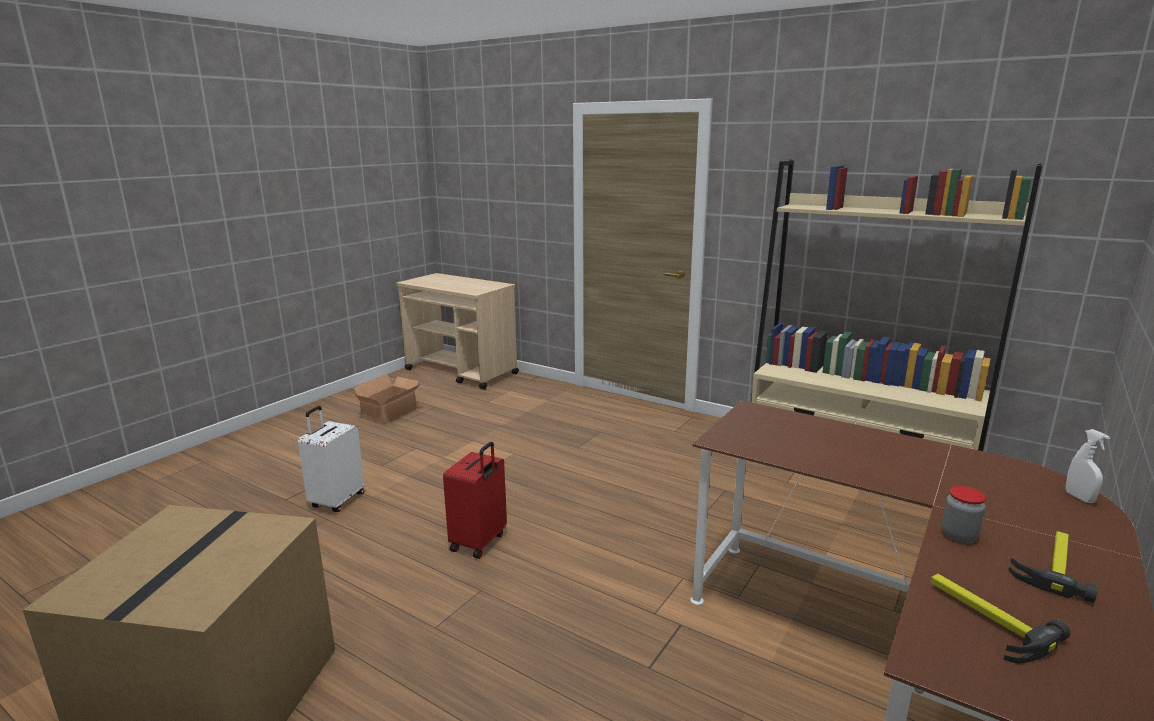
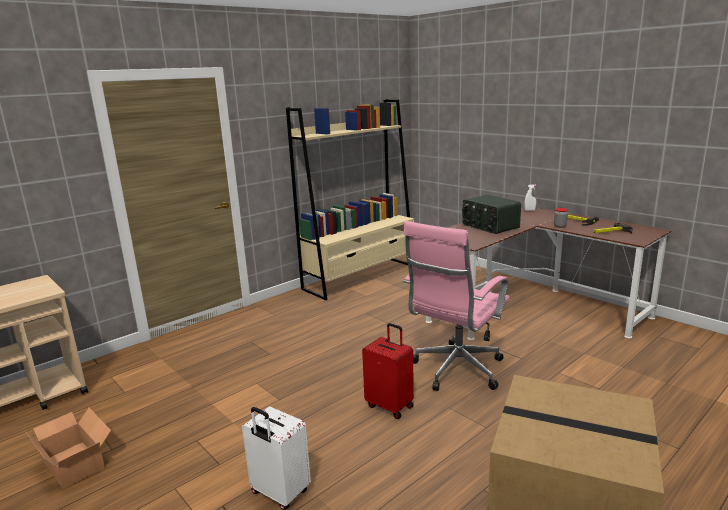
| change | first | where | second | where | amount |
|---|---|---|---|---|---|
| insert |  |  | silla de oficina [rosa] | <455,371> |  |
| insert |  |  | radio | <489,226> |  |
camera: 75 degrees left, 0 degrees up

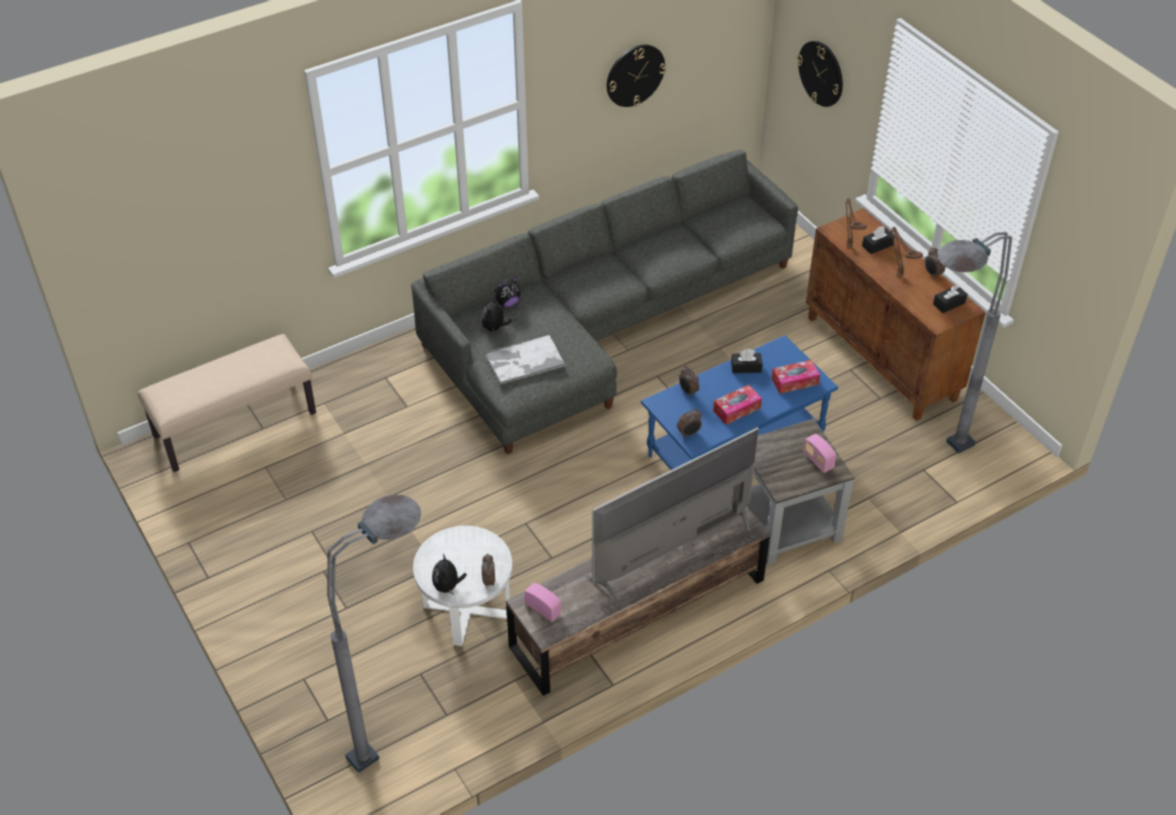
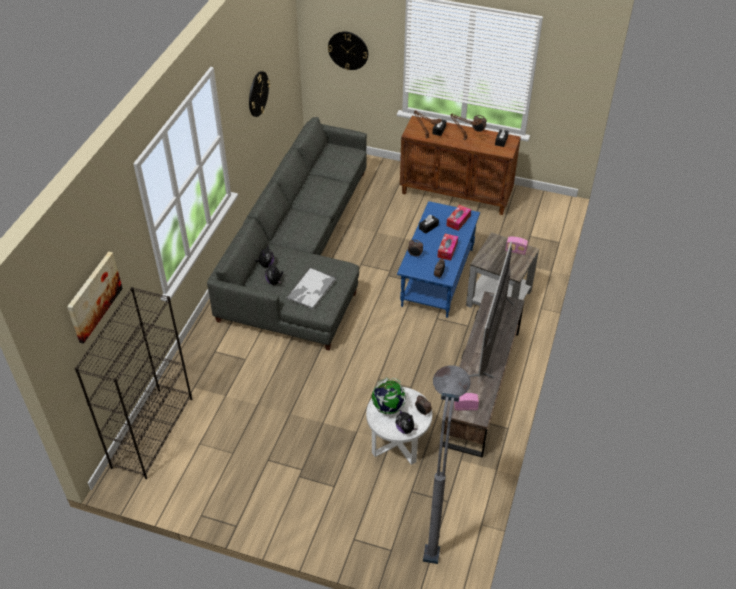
| change | first | where | second | where | amount |
|---|---|---|---|---|---|
| replace | banco [beis] | <235,424> | estantería [negro] | <152,431> |  |
| delete | lámpara de pie [gris] | <926,459> |  |  |  |
| insert |  |  | cuadro | <93,296> |  |
| insert |  |  | globo terráqueo | <388,407> |  |
camera: 40 degrees left, 0 degrees up

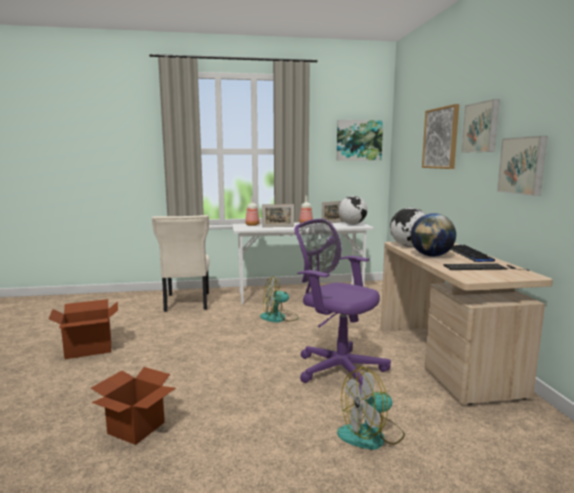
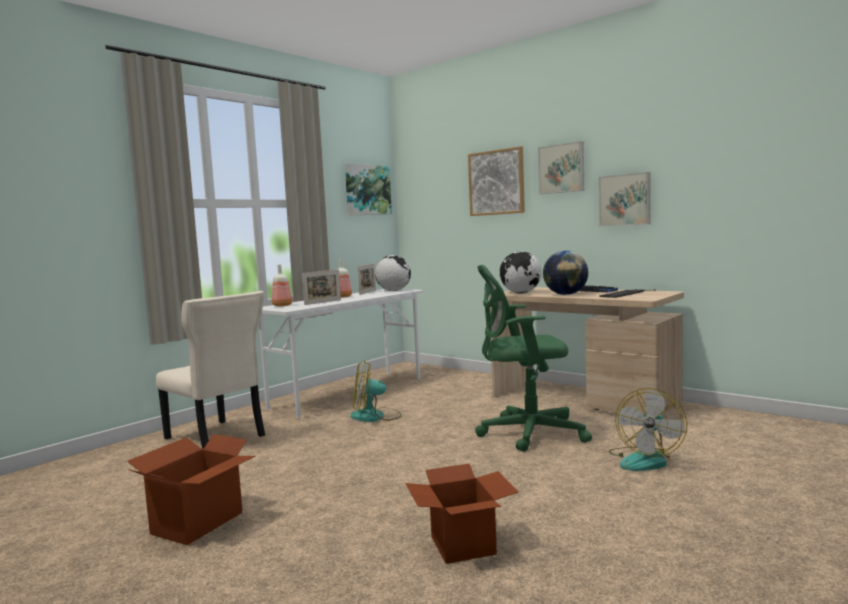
| change | first | where | second | where | amount |
|---|---|---|---|---|---|
| rotate | ventilador | <279,317> |  | <375,416> | 45 degrees clockwise |
| recolor | silla de oficina [morado] | <337,369> | silla de oficina [verde] | <526,433> |  |
camera: 40 degrees left, 5 degrees down

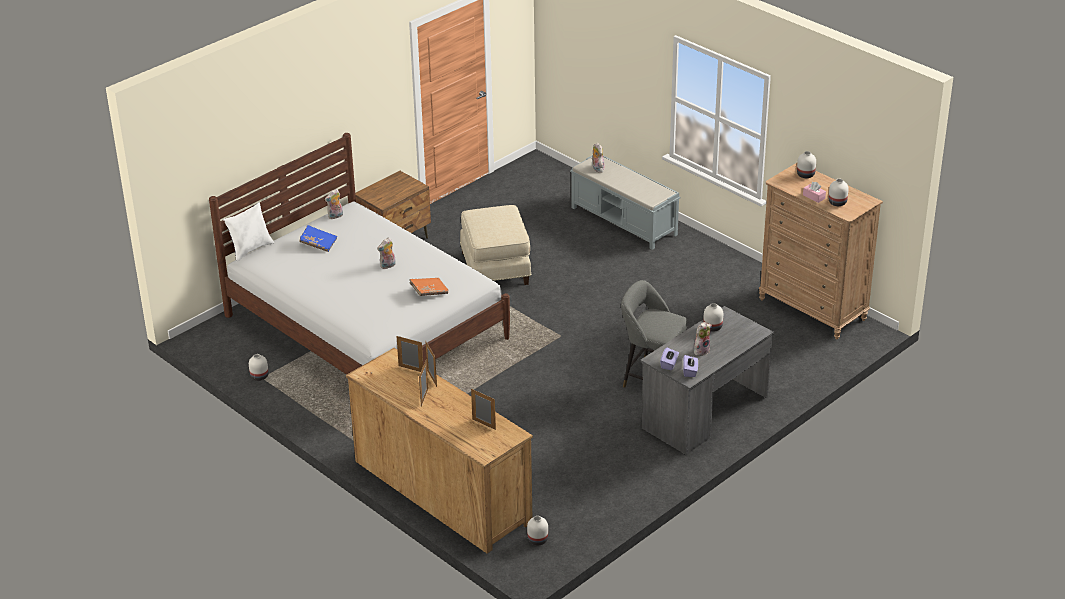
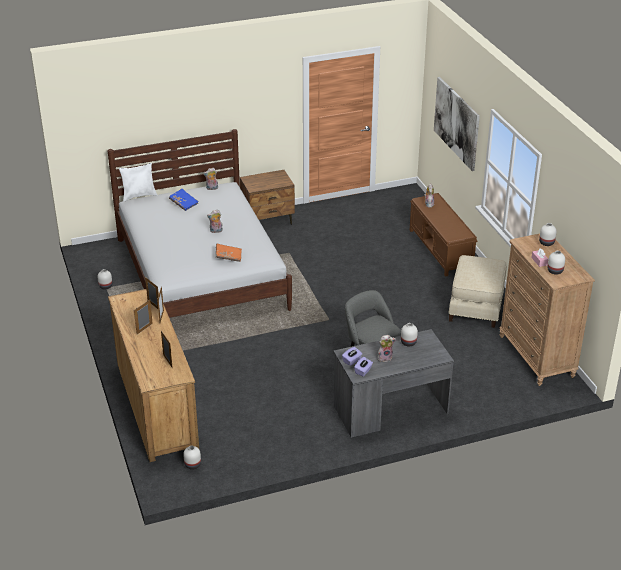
| change | first | where | second | where | amount |
|---|---|---|---|---|---|
| move | puf [beis] | <496,268> |  | <476,307> |  |
| recolor | banco [gris] | <624,221> | banco [marrón] | <440,250> |  |
| insert |  |  | cuadro | <456,123> |  |
camera: 25 degrees right, 0 degrees up

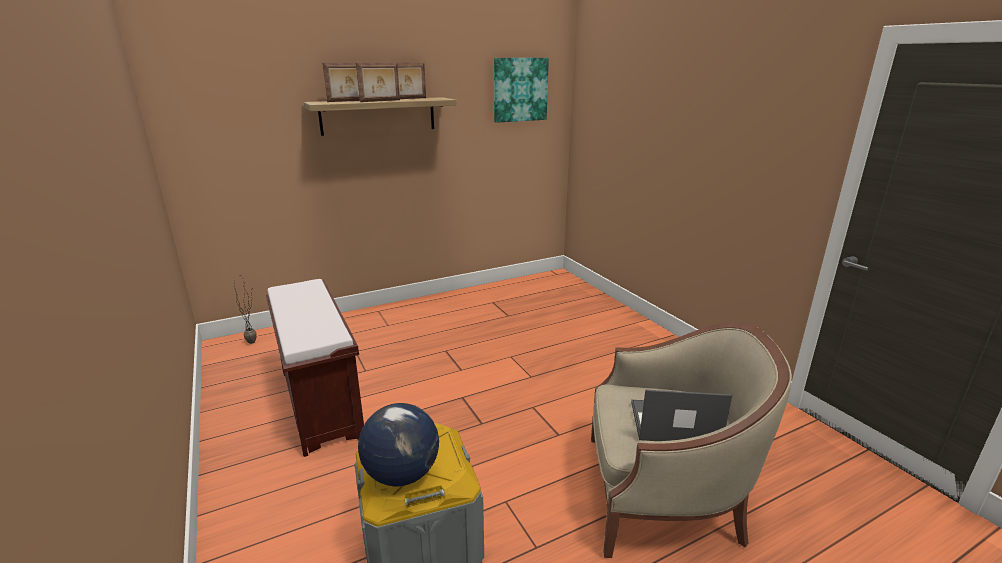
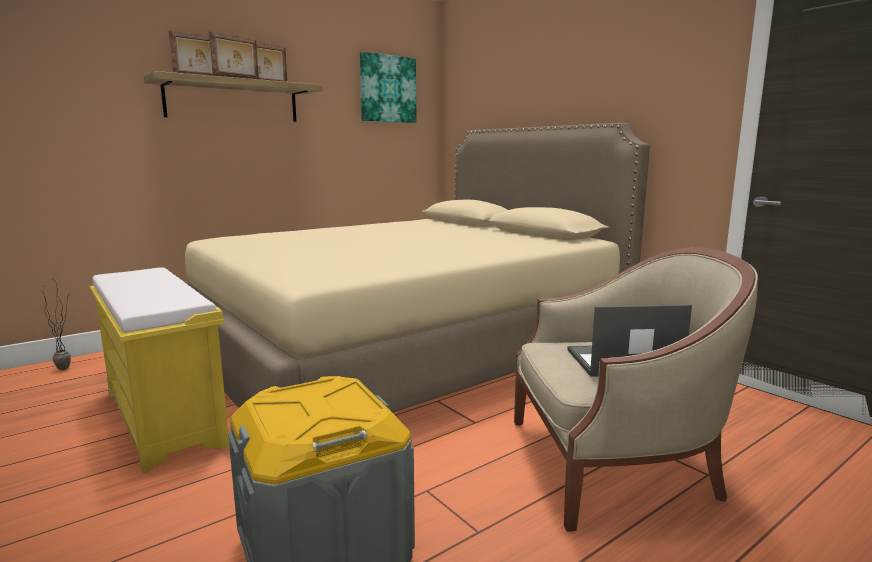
| change | first | where | second | where | amount |
|---|---|---|---|---|---|
| recolor | banco [marrón] | <322,403> | banco [amarillo] | <165,418> |  |
| delete | globo terráqueo | <402,474> |  |  |  |
| insert |  |  | cama [beis] | <407,354> |  |
camera: 10 degrees left, 10 degrees down

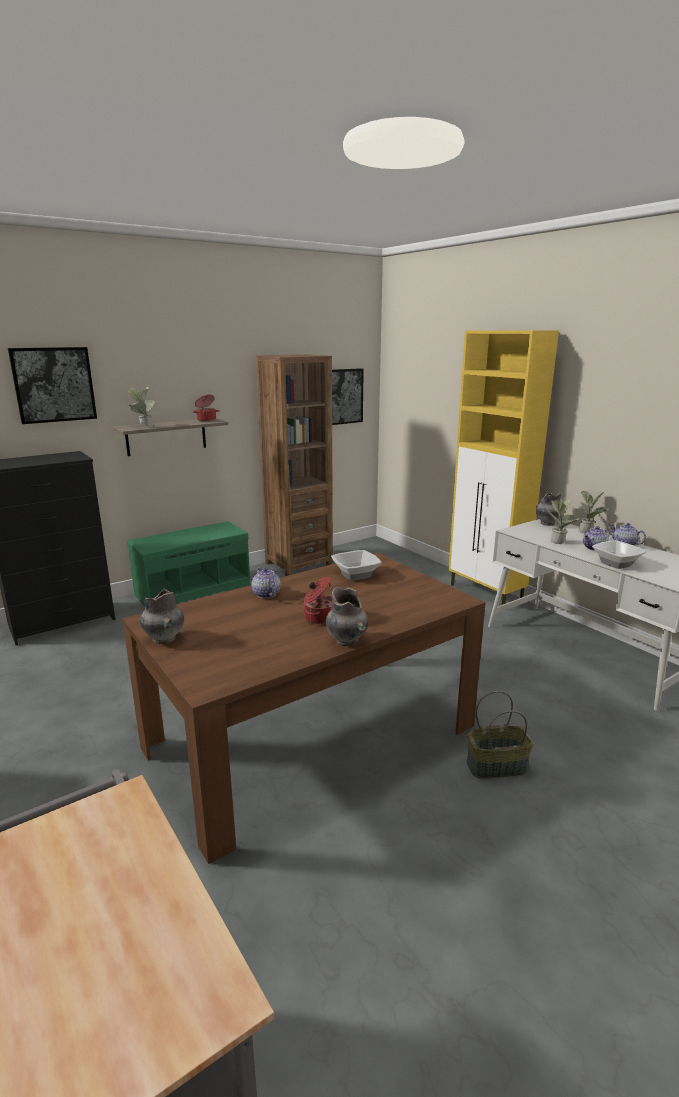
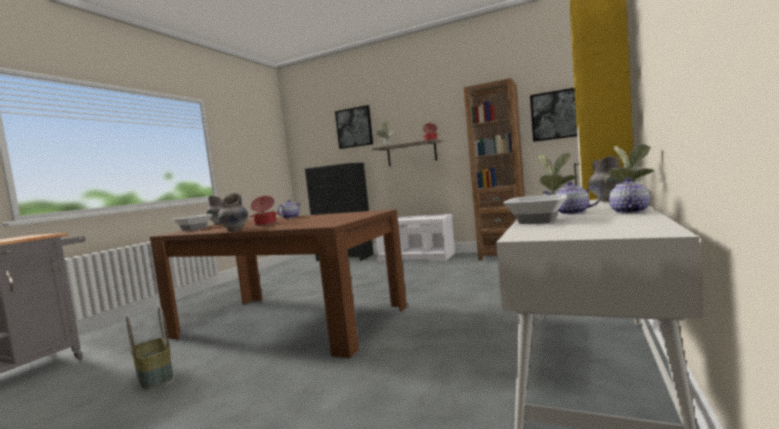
| change | first | where | second | where | amount |
|---|---|---|---|---|---|
| recolor | banco [verde] | <194,590> | banco [blanco] | <417,257> |  |
| move | cuenco | <355,574> |  | <194,229> |  |
| move | cesta | <497,765> |  | <156,376> |  |
camera: 60 degrees right, 15 degrees down

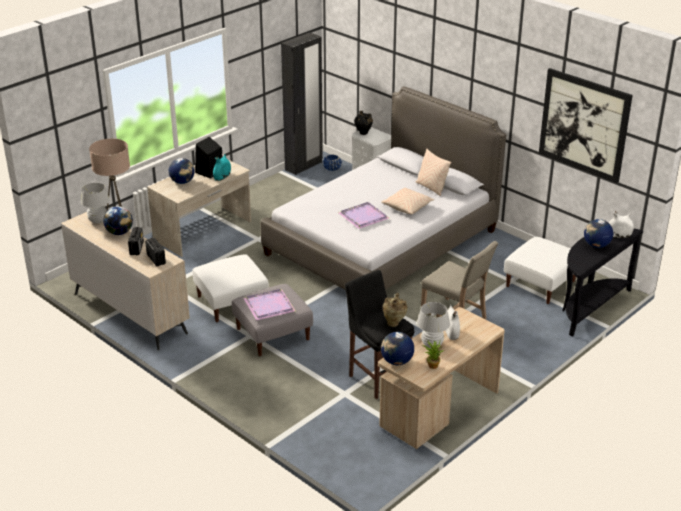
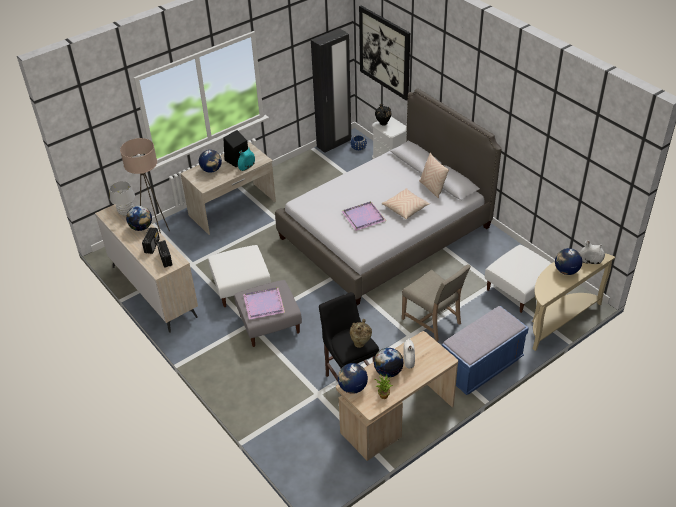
| change | first | where | second | where | amount |
|---|---|---|---|---|---|
| replace | lámpara de mesa [blanco] | <432,345> | globo terráqueo | <388,371> |  |
| move | cuadro | <584,125> |  | <384,52> |  |
| recolor | mesa consola [negro] | <589,307> | mesa consola [beis] | <558,319> |  |
| insert |  |  | banco [azul] | <481,367> |  |
camera: 10 degrees right, 10 degrees up

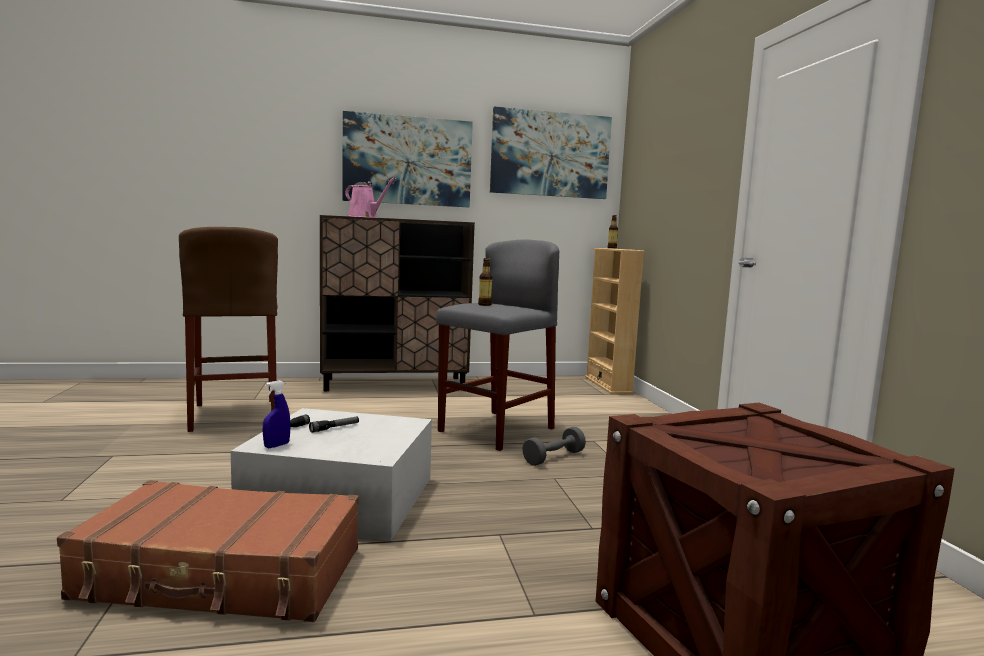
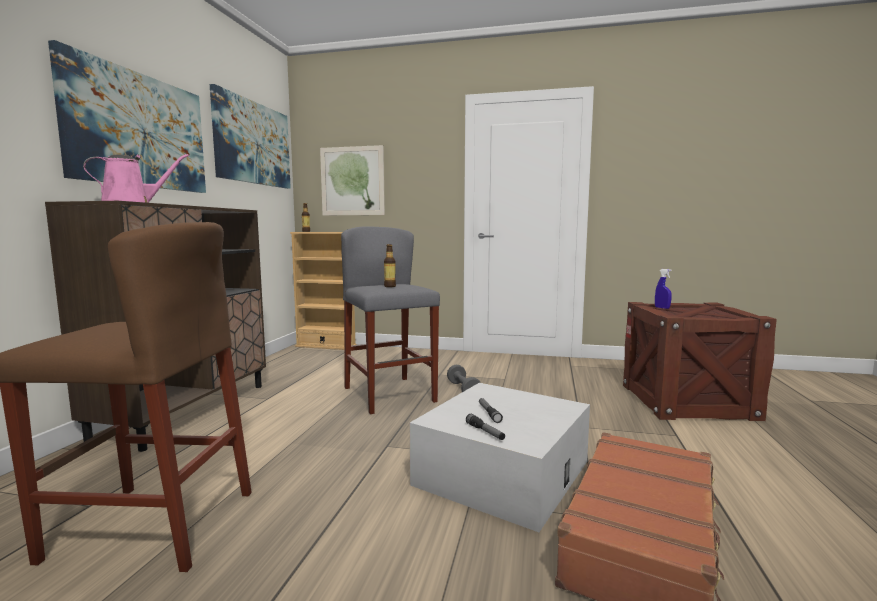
| change | first | where | second | where | amount |
|---|---|---|---|---|---|
| move | pulverizador [azul] | <276,445> |  | <662,308> |  |
| insert |  |  | cuadro | <352,181> |  |
camera: 65 degrees left, 0 degrees up

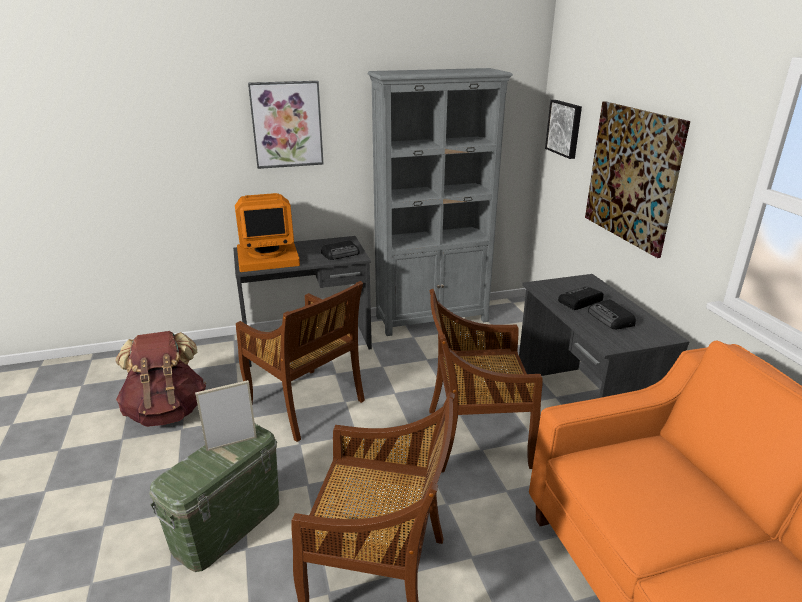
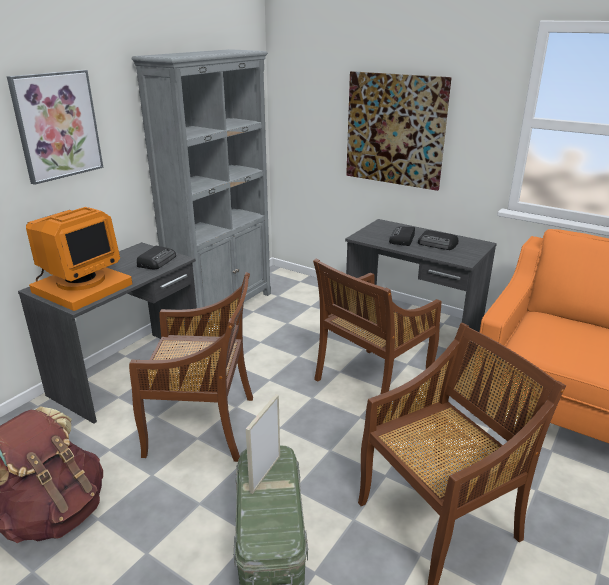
| change | first | where | second | where | amount |
|---|---|---|---|---|---|
| delete | cuadro | <565,128> |  |  |  |
camera: 40 degrees left, 0 degrees up

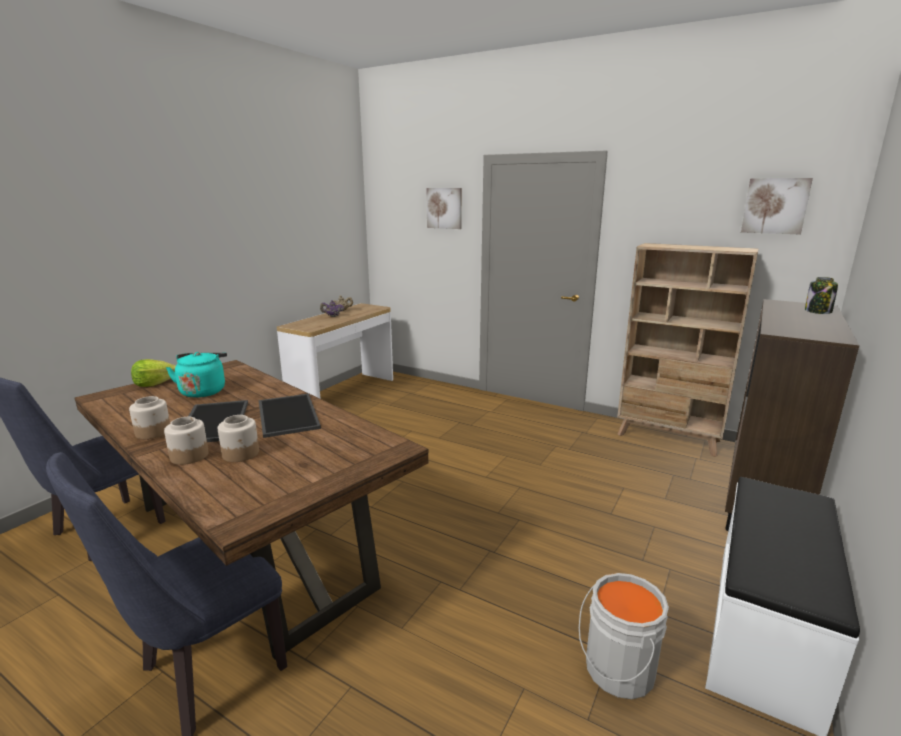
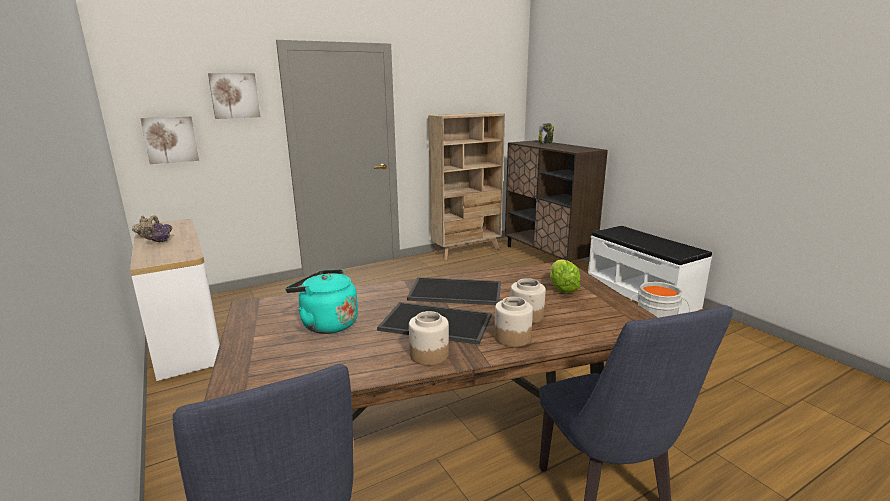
| change | first | where | second | where | amount |
|---|---|---|---|---|---|
| move | lechuga | <154,384> |  | <562,288> |  |
| move | cuadro | <775,206> |  | <170,139> |  |
camera: 60 degrees left, 0 degrees up

